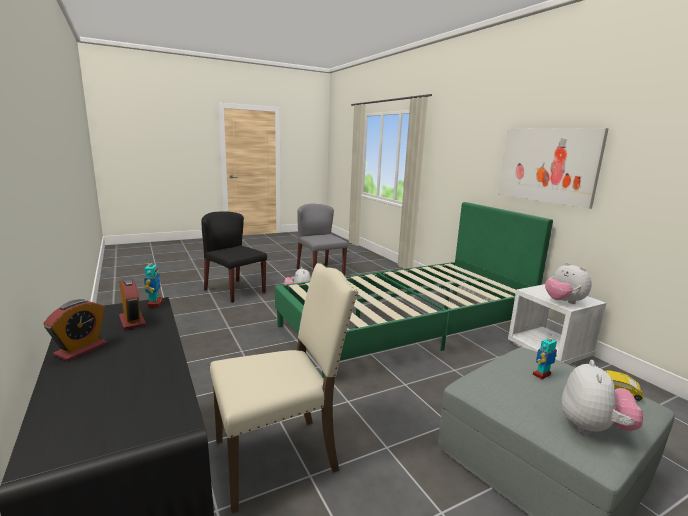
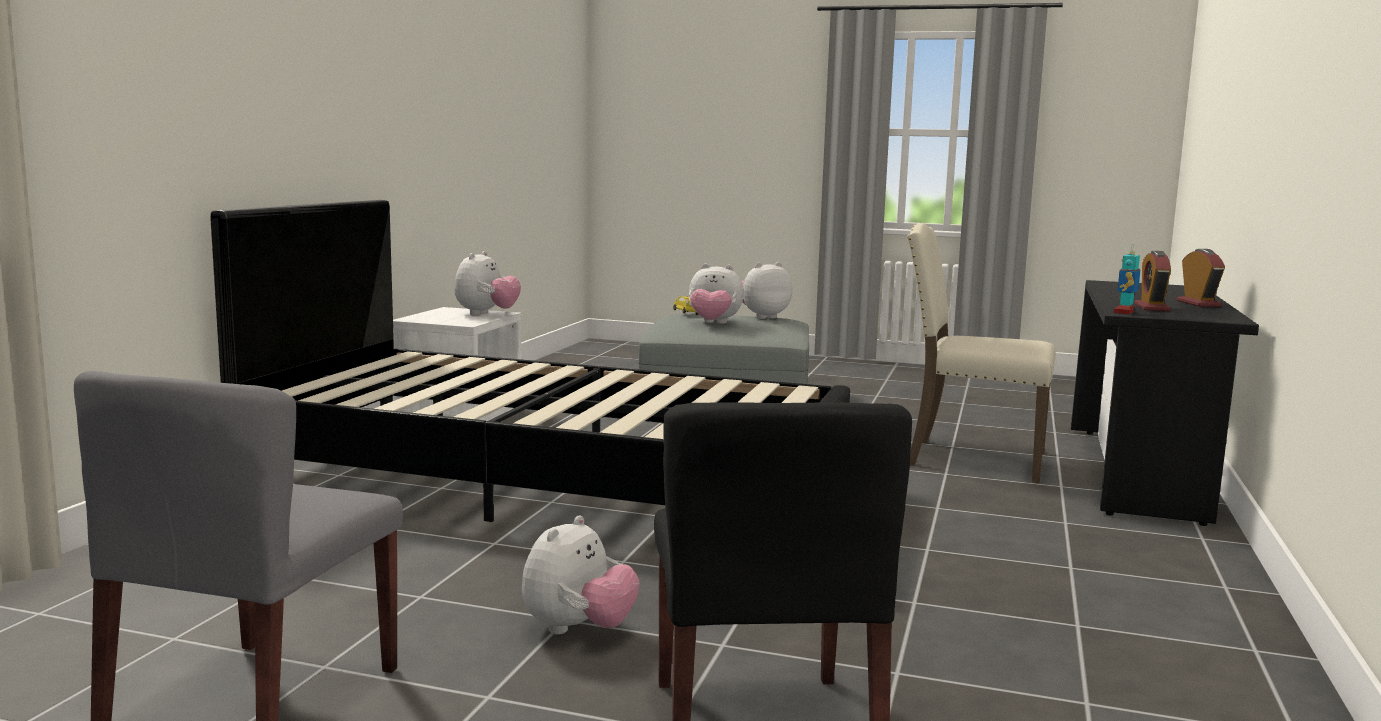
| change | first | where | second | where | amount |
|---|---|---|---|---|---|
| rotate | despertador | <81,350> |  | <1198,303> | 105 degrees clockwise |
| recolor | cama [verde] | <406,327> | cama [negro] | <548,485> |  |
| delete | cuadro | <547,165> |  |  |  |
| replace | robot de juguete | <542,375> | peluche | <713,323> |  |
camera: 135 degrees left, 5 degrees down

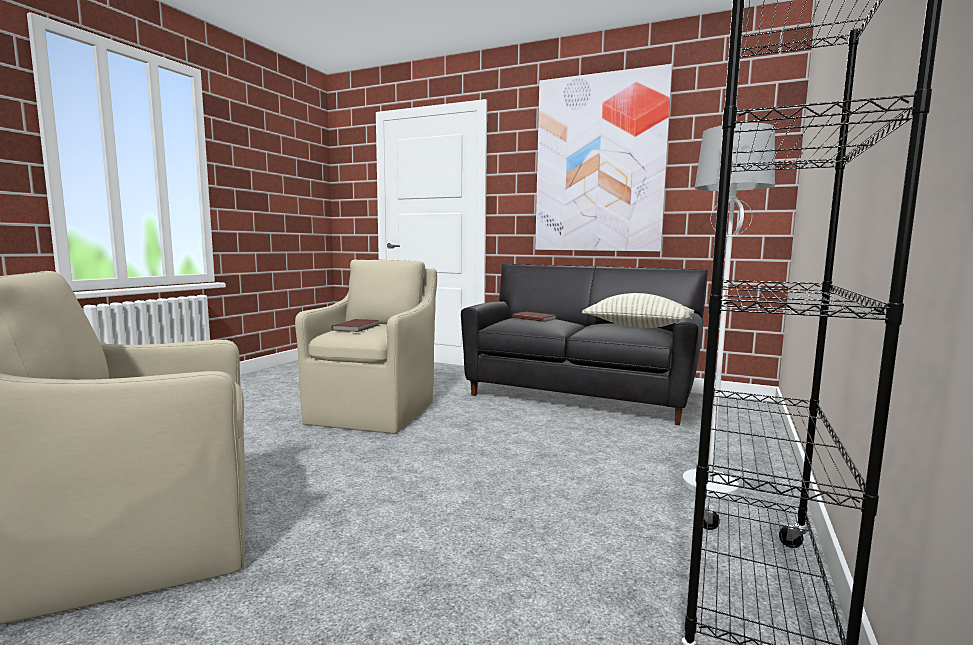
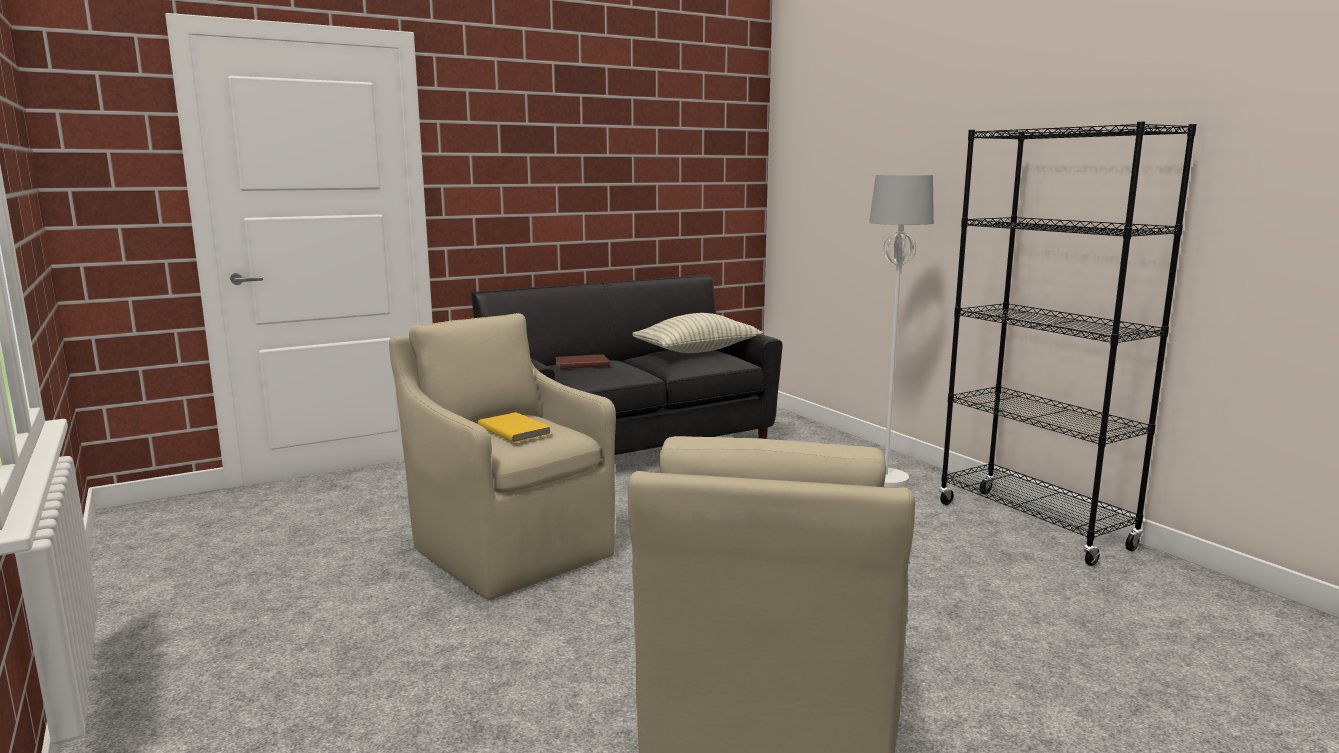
| change | first | where | second | where | amount |
|---|---|---|---|---|---|
| recolor | libro [marrón] | <357,327> | libro [amarillo] | <515,430> |  |
| delete | cuadro | <599,164> |  |  |  |
camera: 55 degrees left, 5 degrees up

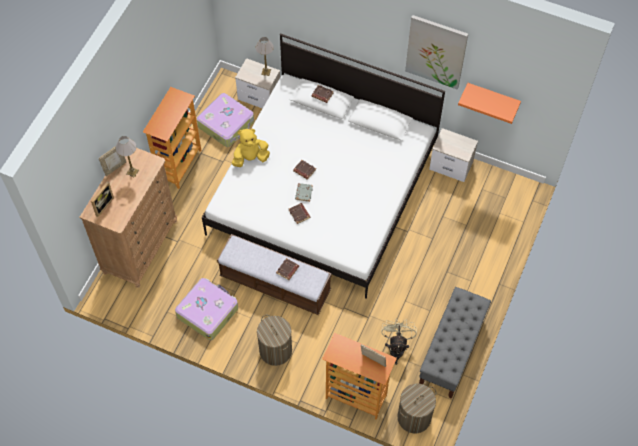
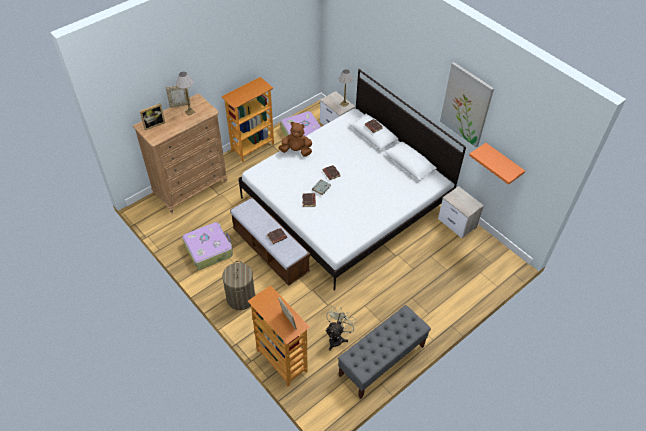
| change | first | where | second | where | amount |
|---|---|---|---|---|---|
| recolor | peluche [amarillo] | <250,158> | peluche [marrón] | <296,151> |  |
| delete | cesto de la ropa | <414,417> |  |  |  |
camera: 25 degrees right, 10 degrees down

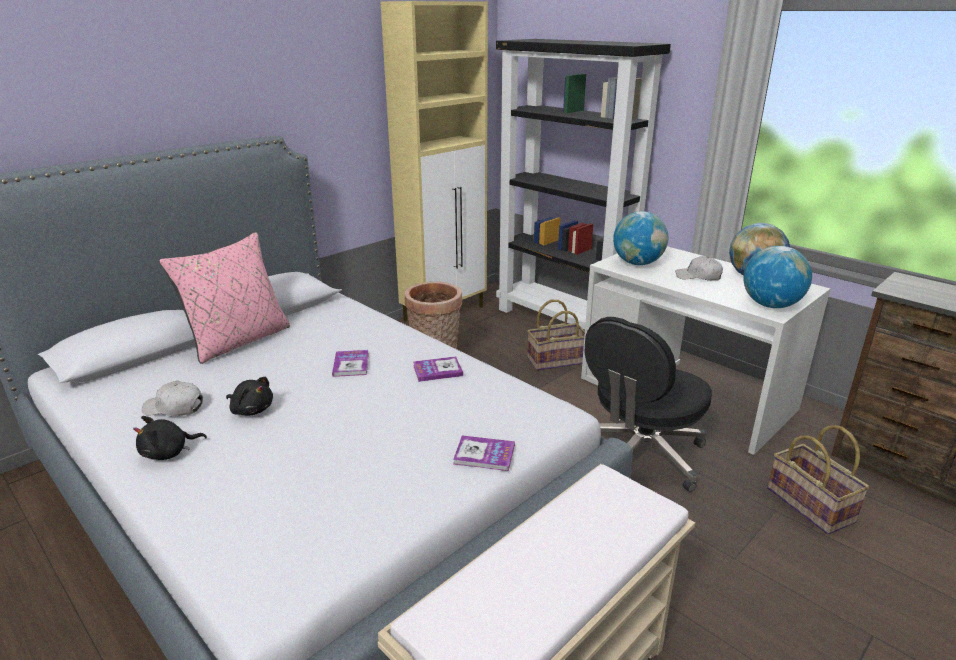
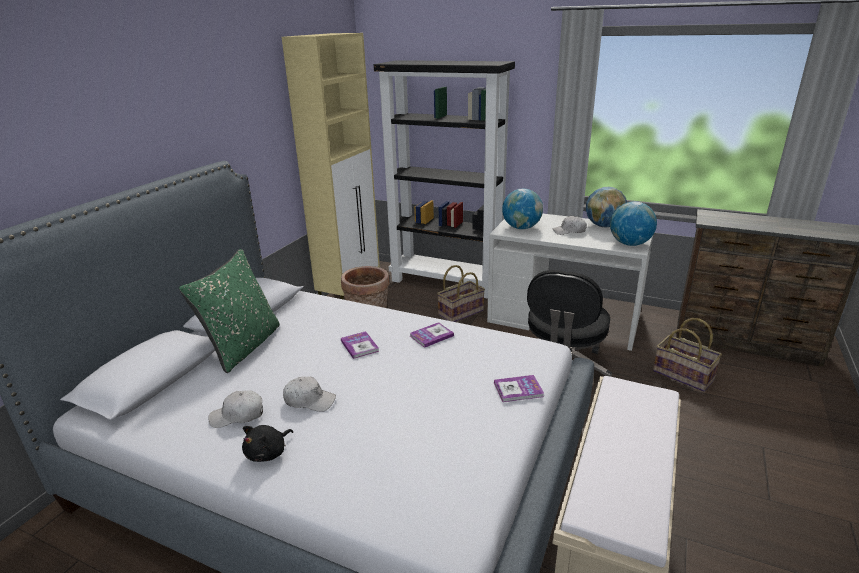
| change | first | where | second | where | amount |
|---|---|---|---|---|---|
| recolor | cojín [rosa] | <239,341> | cojín [verde] | <244,347> |  |
| replace | peluche [negro] | <251,410> | gorra [blanco] | <309,400> |  |
camera: 20 degrees left, 0 degrees up

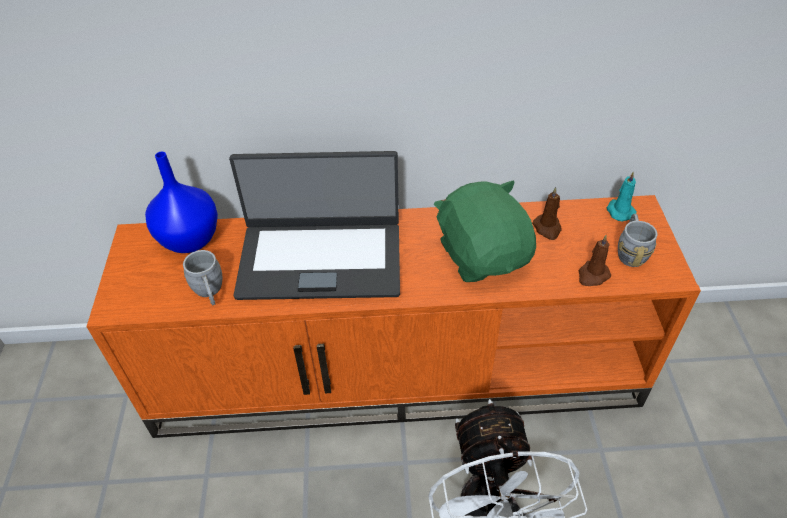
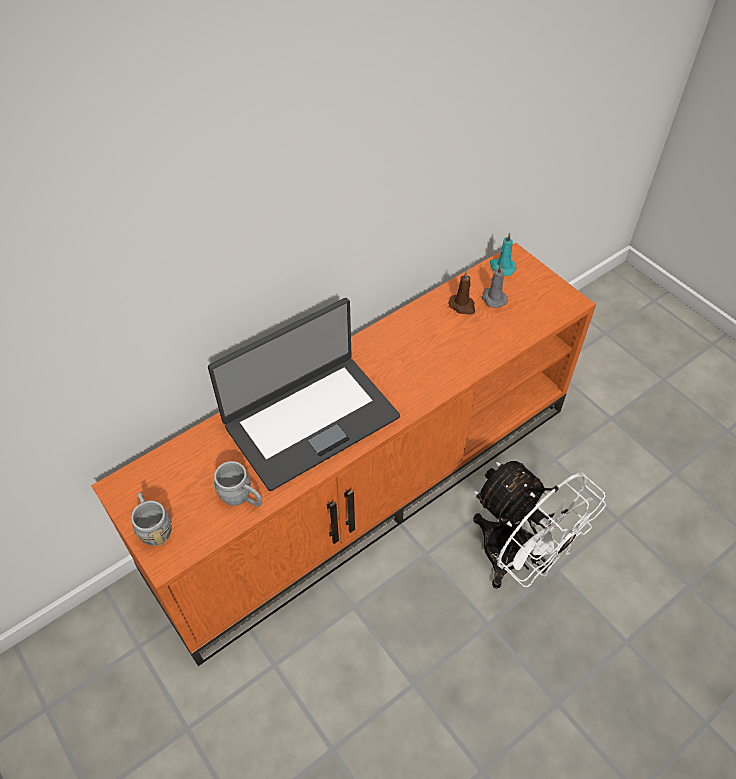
| change | first | where | second | where | amount |
|---|---|---|---|---|---|
| delete | florero [azul] | <190,241> |  |  |  |
| delete | peluche [verde] | <483,255> |  |  |  |
| delete | vela [marrón] | <592,275> |  |  |  |
| move | taza grande [gris] | <630,251> |  | <154,527> |  |
| insert |  |  | vela [gris] | <493,298> |  |
camera: 35 degrees left, 5 degrees up

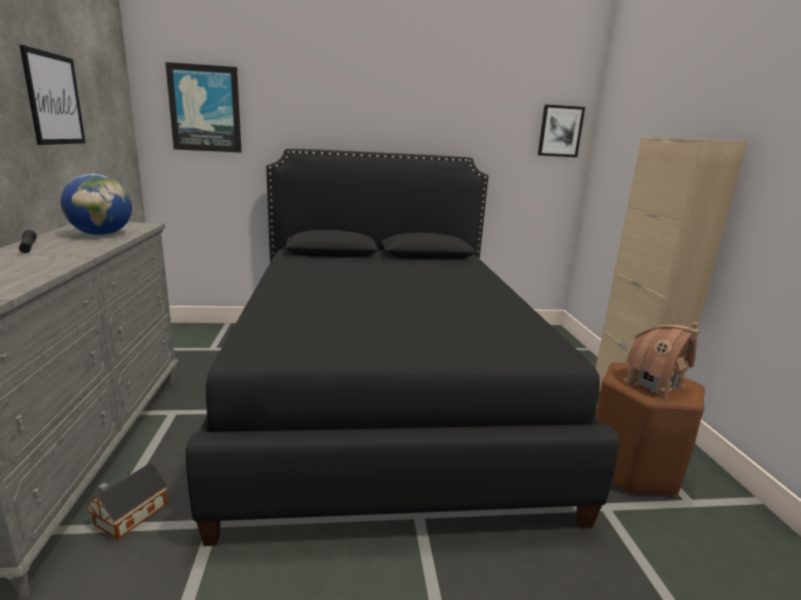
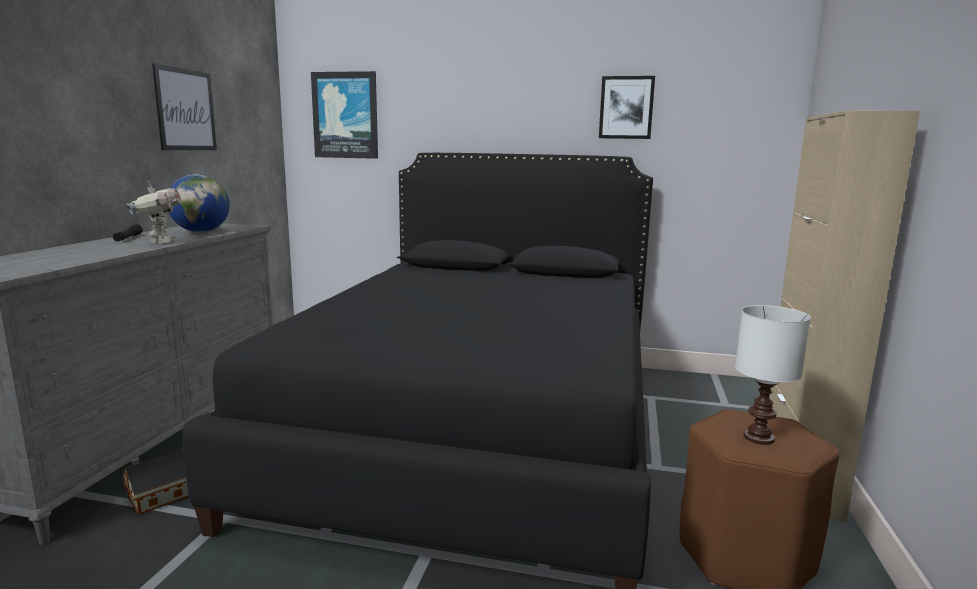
| change | first | where | second | where | amount |
|---|---|---|---|---|---|
| move | cuadro | <560,131> |  | <626,107> |  |
| replace | casita | <654,383> | lámpara de mesa [blanco] | <758,437> |  |
| insert |  |  | robot de juguete | <160,242> |  |
camera: 20 degrees right, 5 degrees down

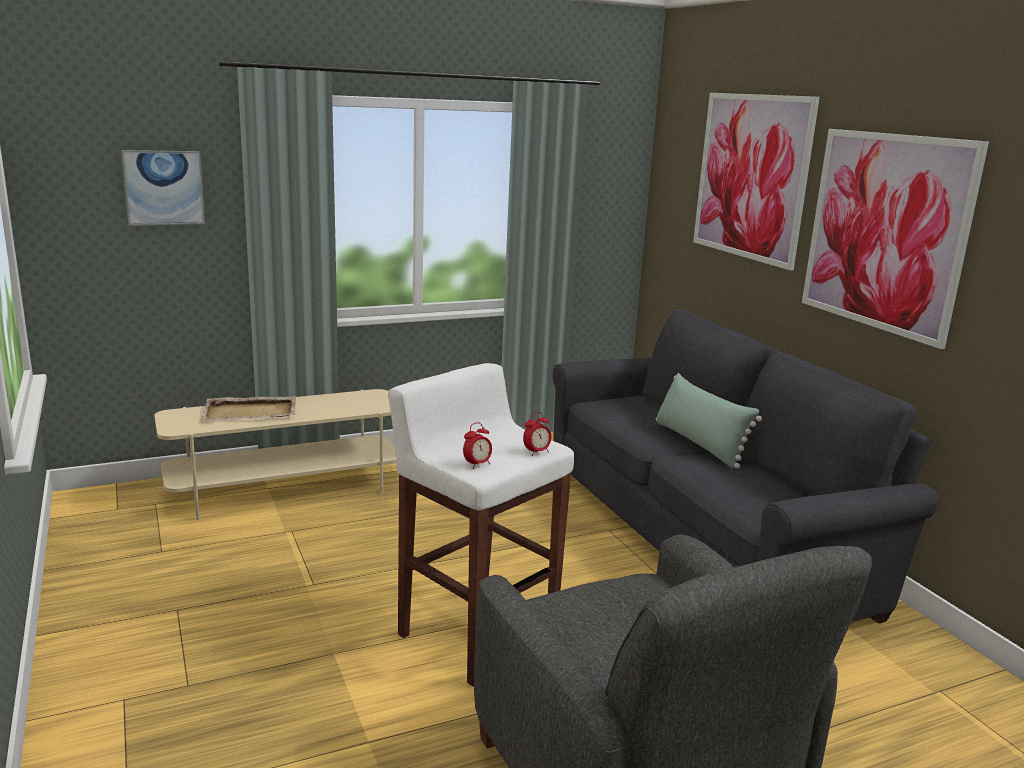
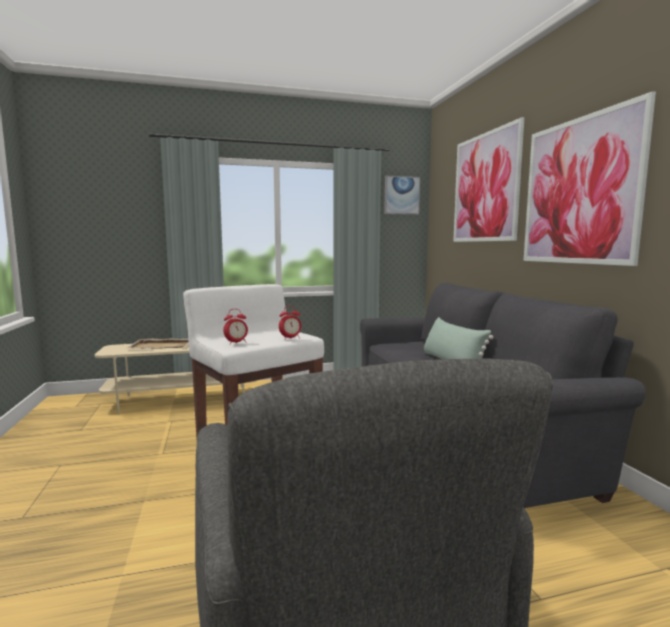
| change | first | where | second | where | amount |
|---|---|---|---|---|---|
| move | cuadro | <164,187> |  | <401,195> |  |
camera: 10 degrees right, 10 degrees down

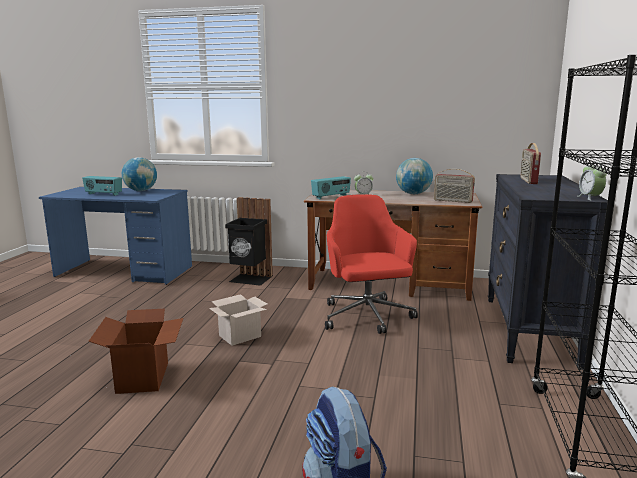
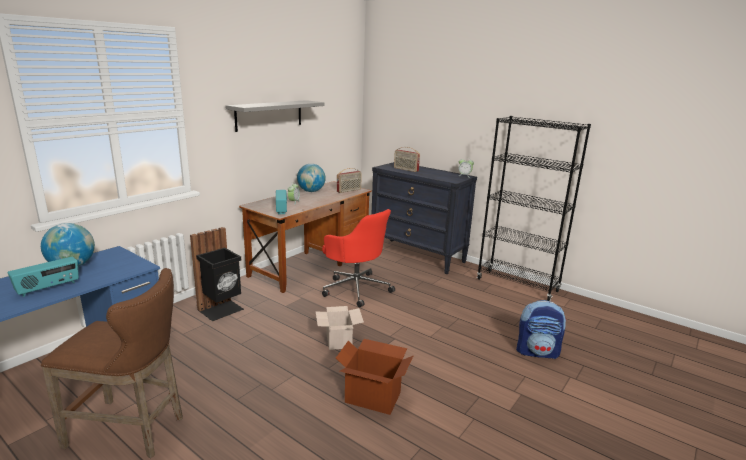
| change | first | where | second | where | amount |
|---|---|---|---|---|---|
| rotate | silla de oficina [rojo] | <367,317> |  | <356,288> | 150 degrees counterclockwise |
| insert |  |  | taburete [marrón] | <132,431> |  |
| insert |  |  | estante [gris] | <269,115> |  |
camera: 65 degrees left, 5 degrees up

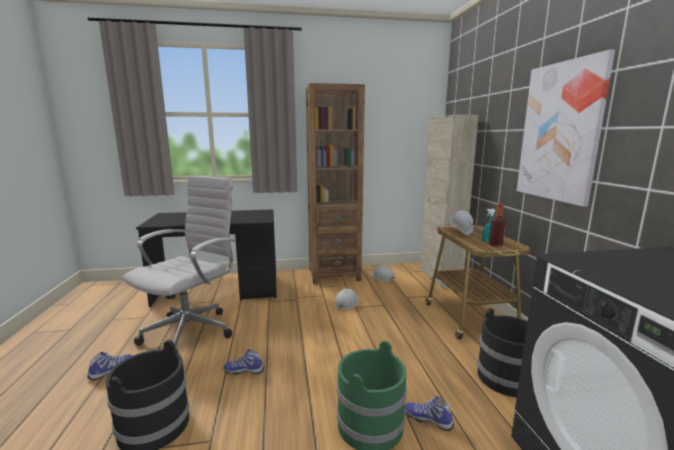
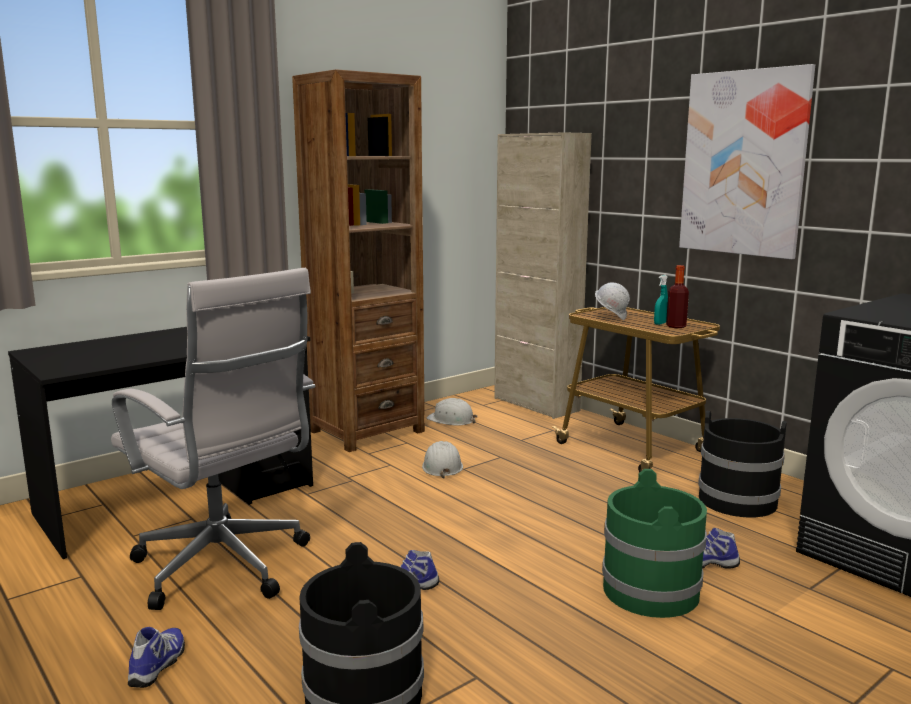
| change | first | where | second | where | amount |
|---|---|---|---|---|---|
| rotate | silla de oficina [blanco] | <192,331> |  | <225,569> | 135 degrees clockwise |
camera: 30 degrees left, 0 degrees up

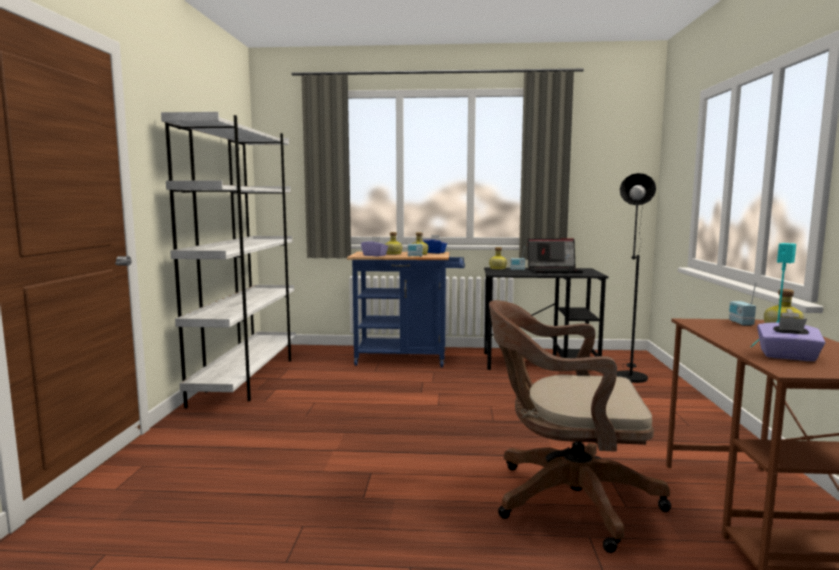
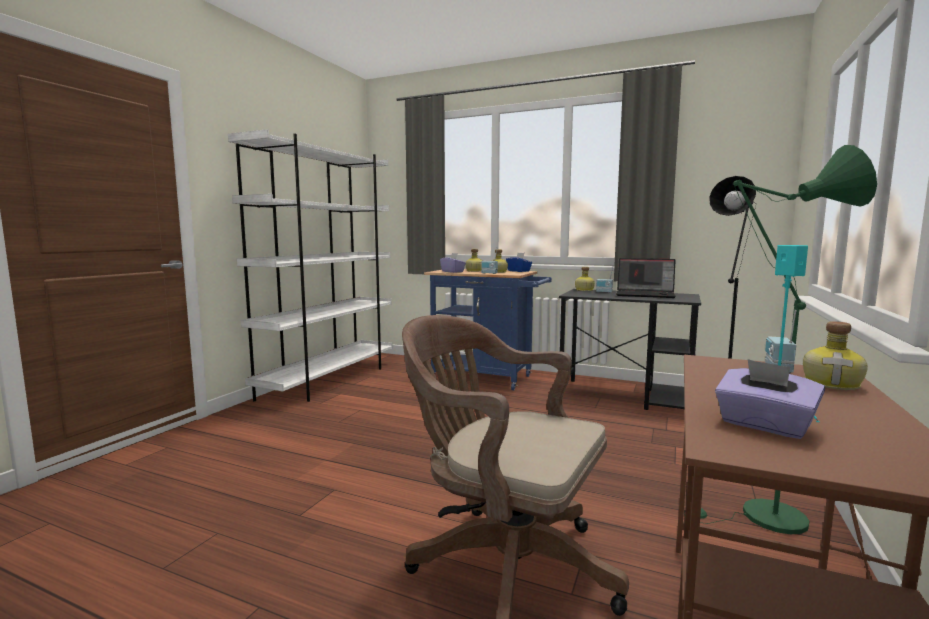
| change | first | where | second | where | amount |
|---|---|---|---|---|---|
| insert |  |  | lámpara de pie [verde] | <763,518> |  |
camera: 20 degrees right, 0 degrees up

